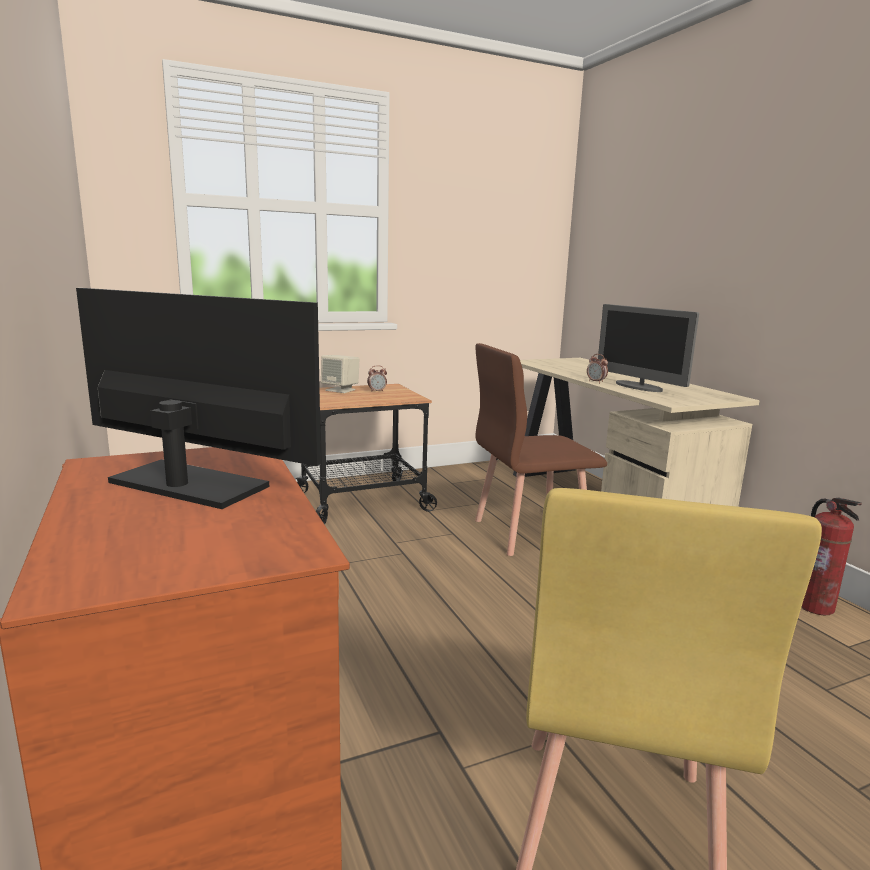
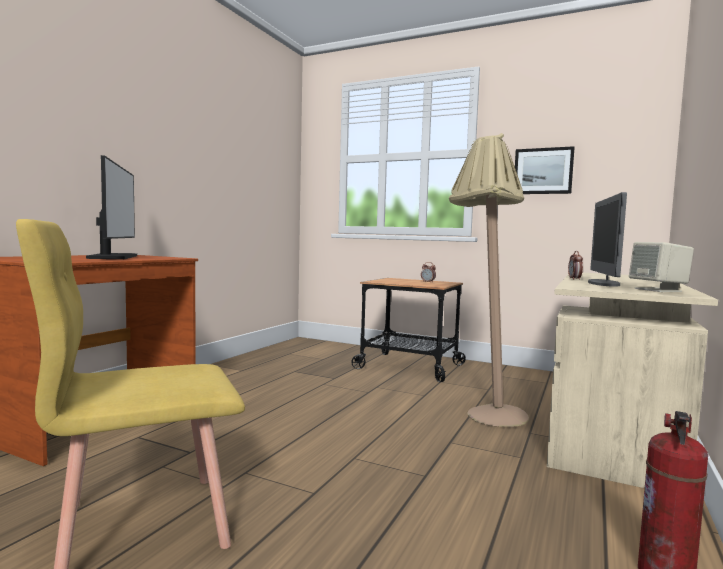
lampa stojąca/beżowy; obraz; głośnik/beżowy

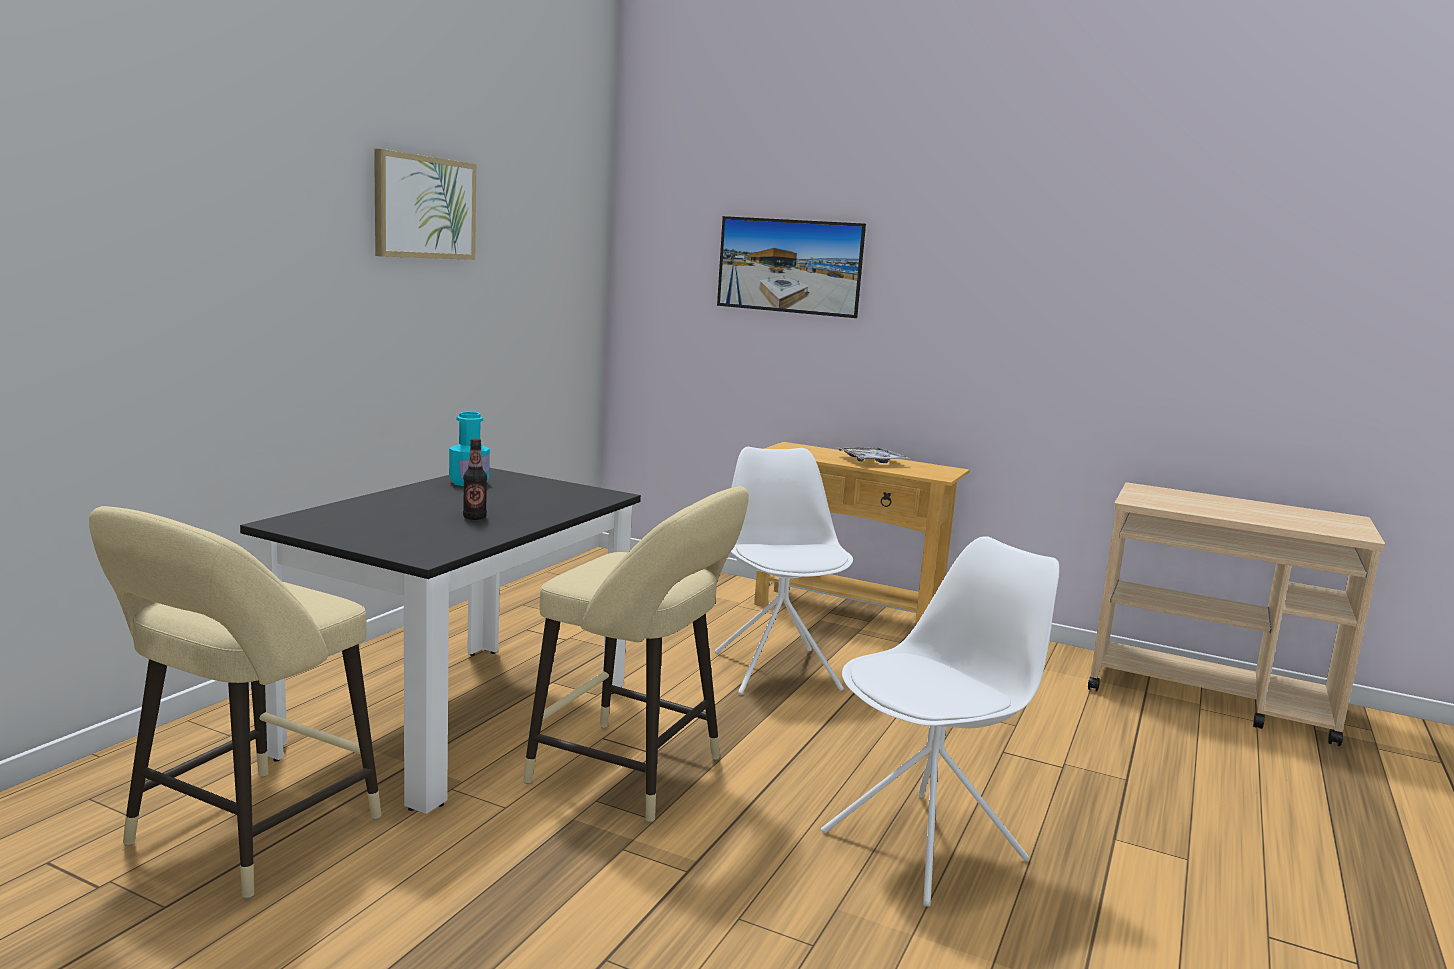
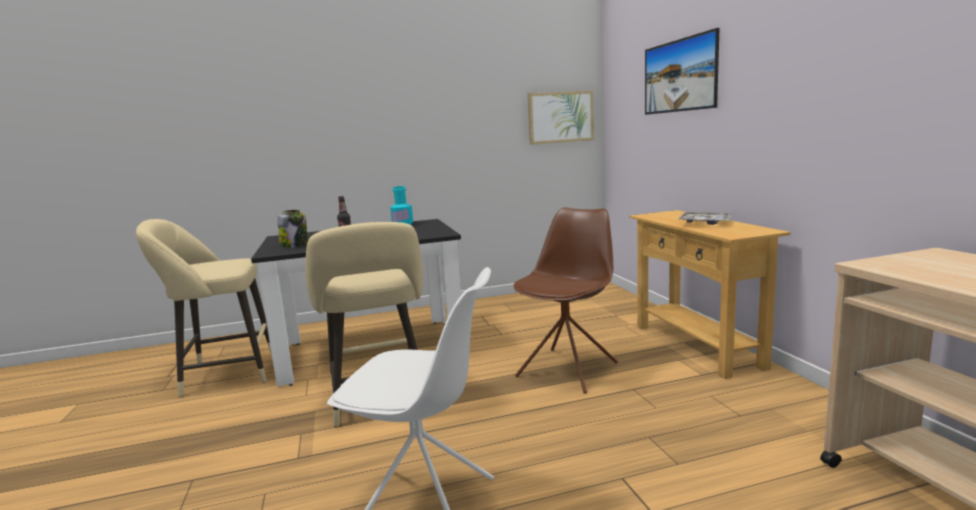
słoik; krzesło/brązowy; obraz (no. 1 from left)

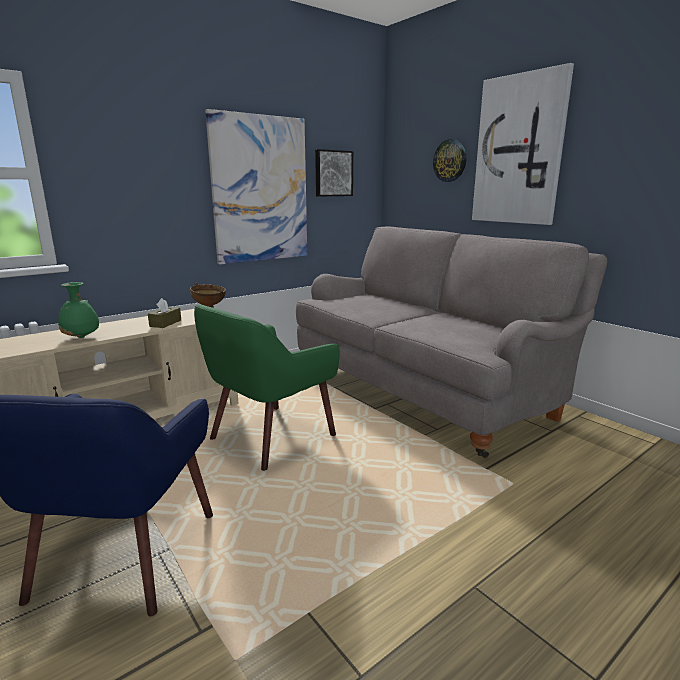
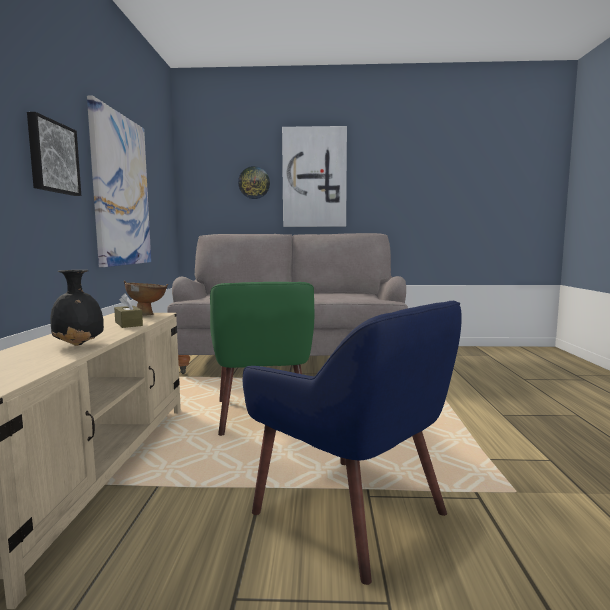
obraz (no. 1 from left); wazon/czarny

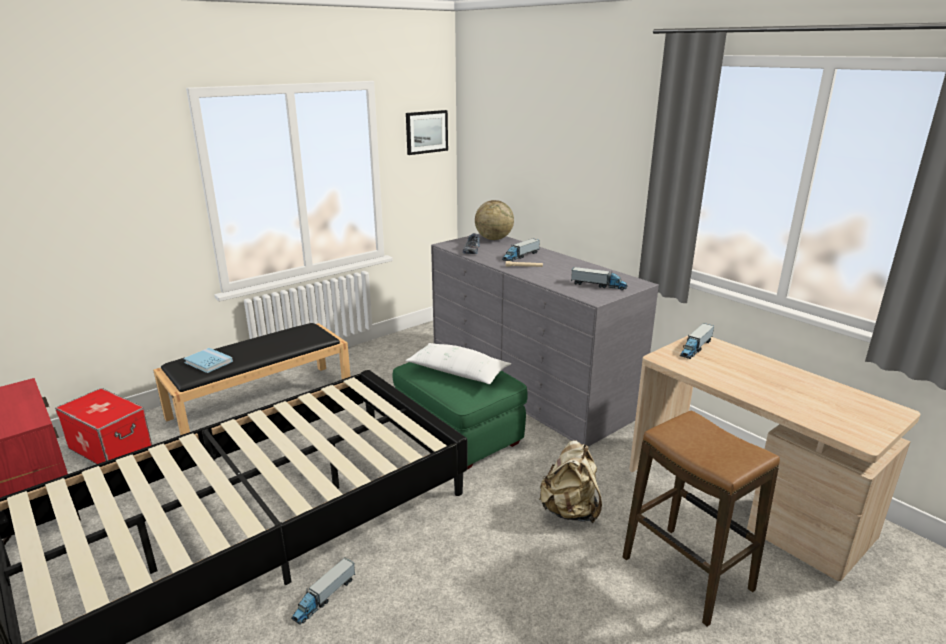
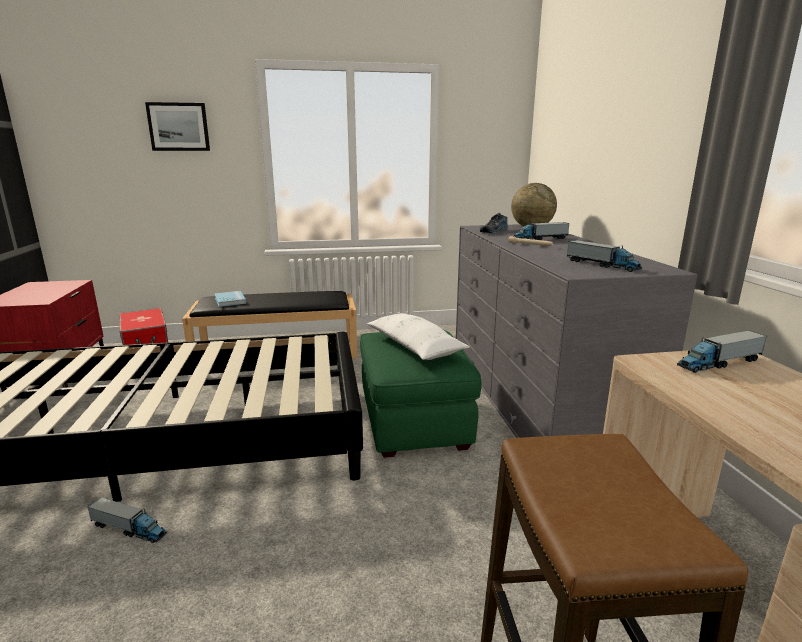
ciężarówka zabawkowa (no. 1 from left); obraz; plecak/beżowy

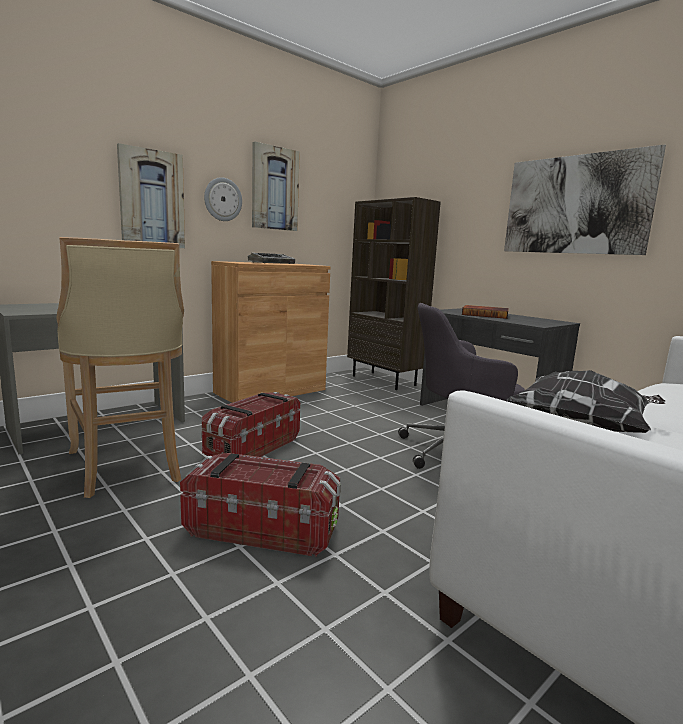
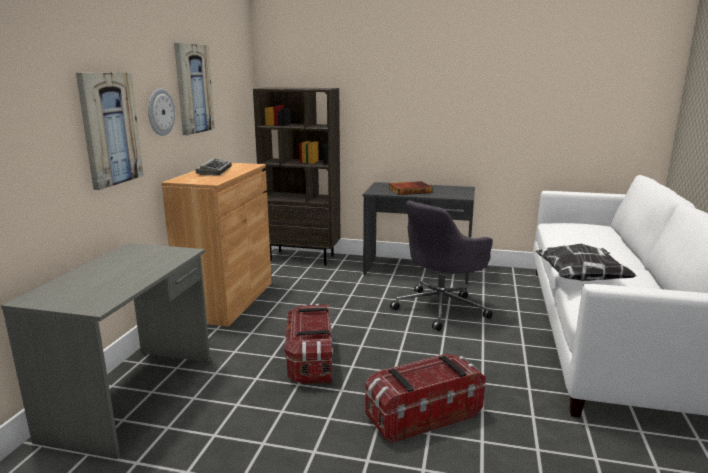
stołek/beżowy; obraz (no. 3 from left in the first image)

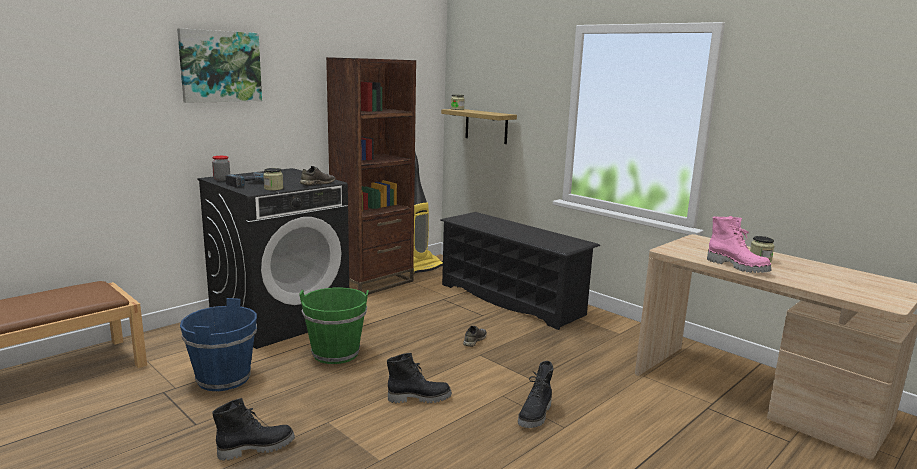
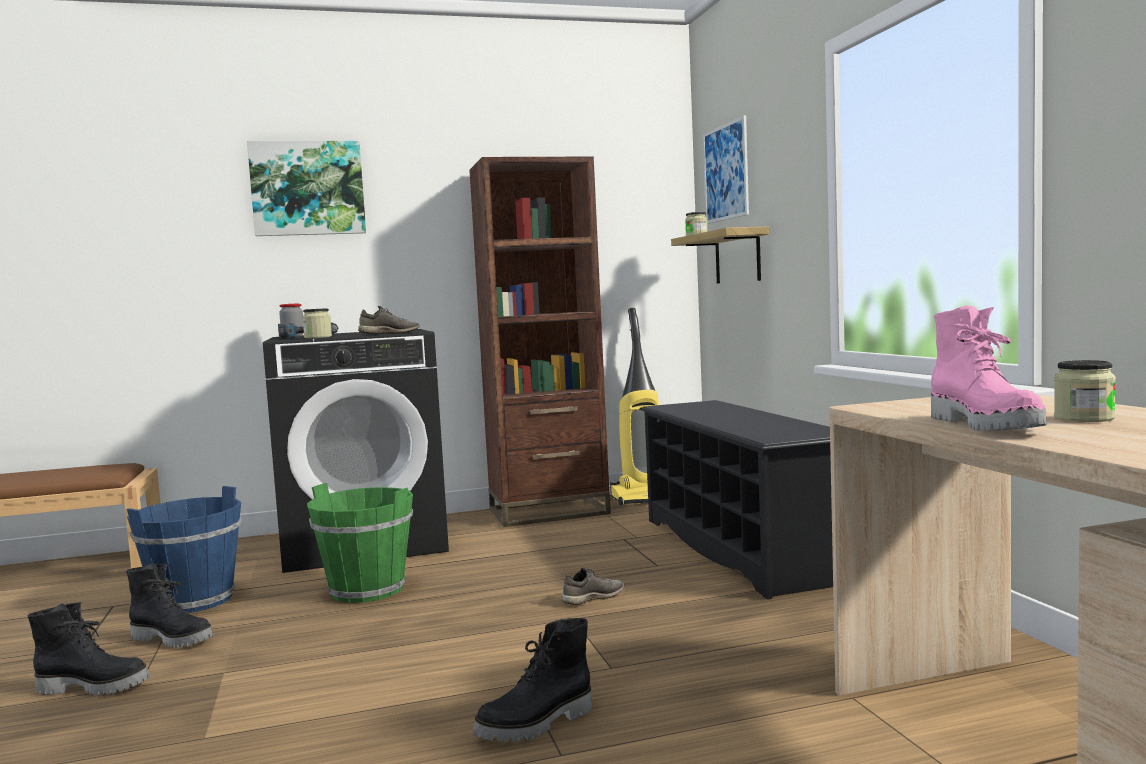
but z cholewką/czarny (no. 2 from left); obraz (no. 2 from left)

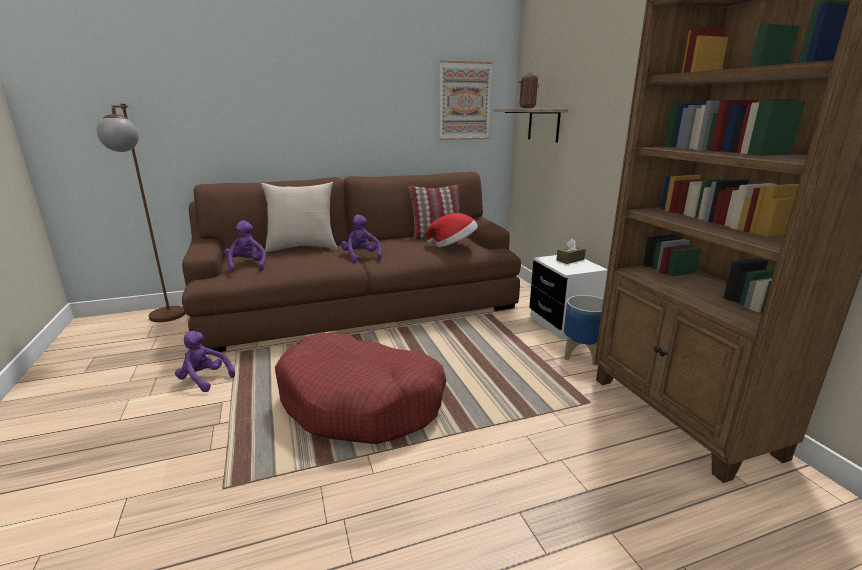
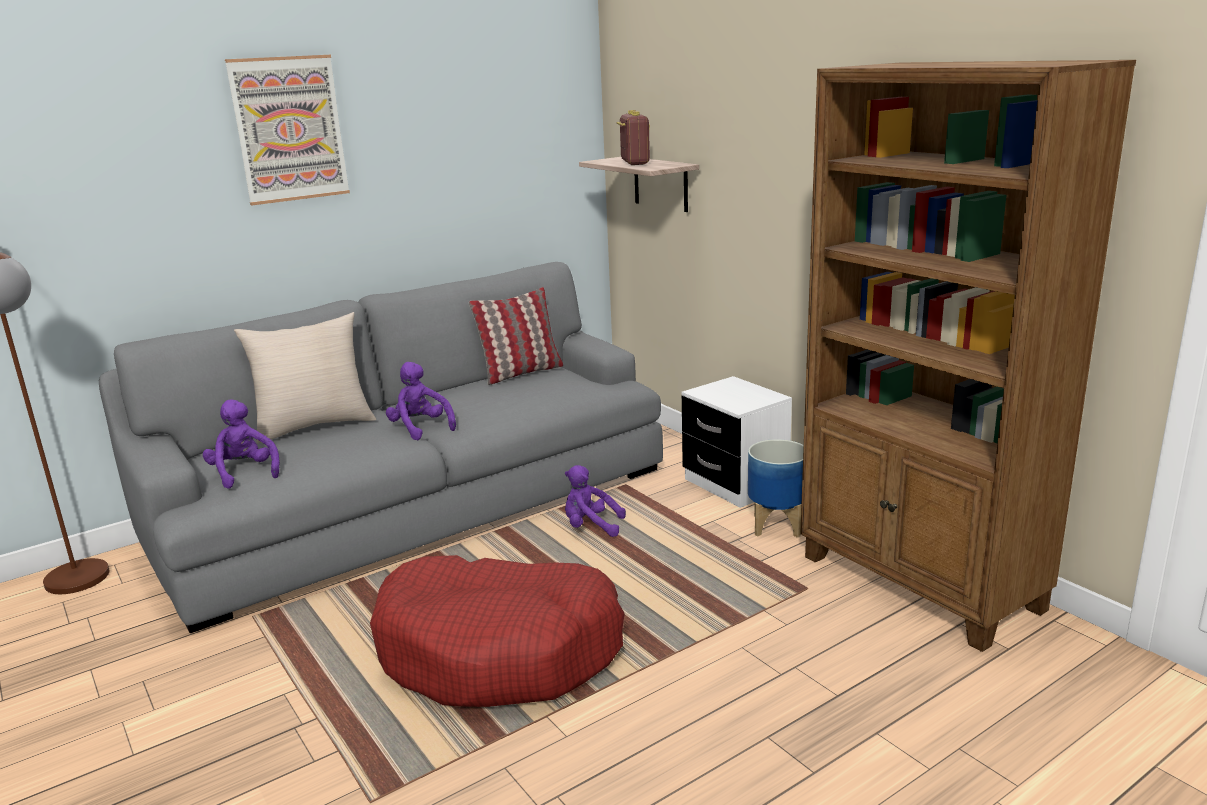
kanapa/szary; obraz; pluszak/fioletowy (no. 3 from left); kapelusz; pudełko chusteczek/brązowy

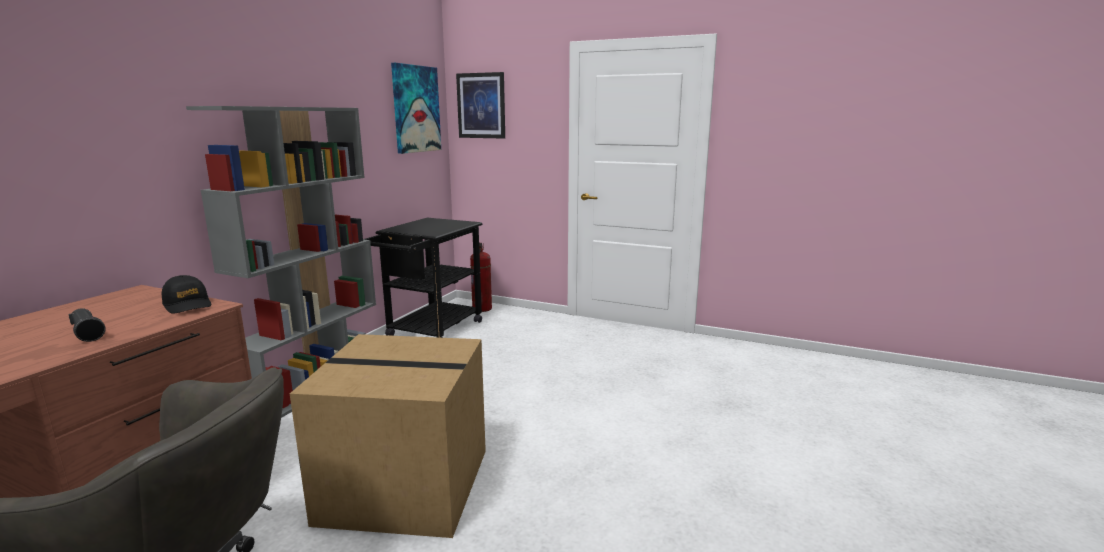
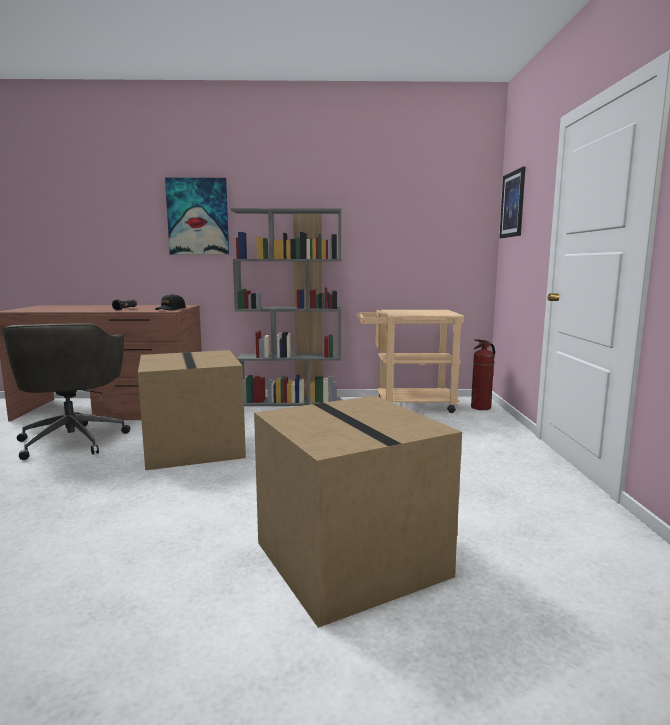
obraz (no. 1 from left); karton (no. 2 from left); wózek/beżowy

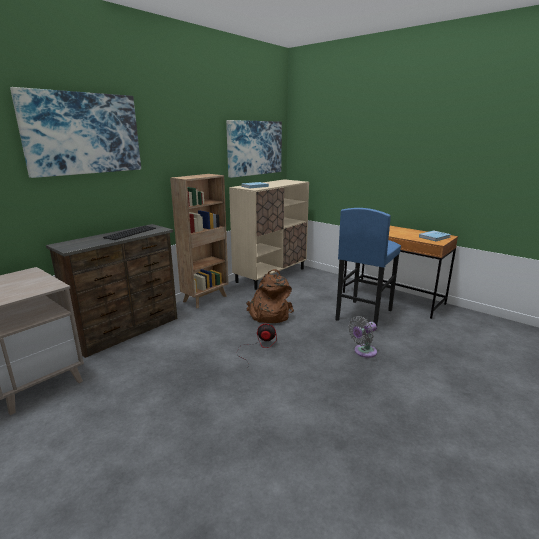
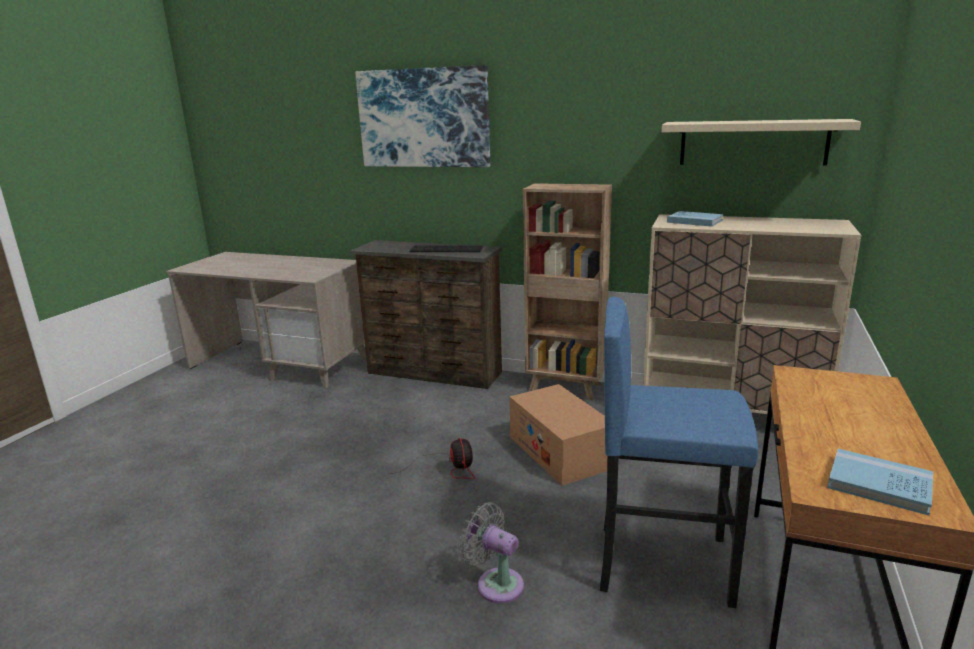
karton; półka/beżowy

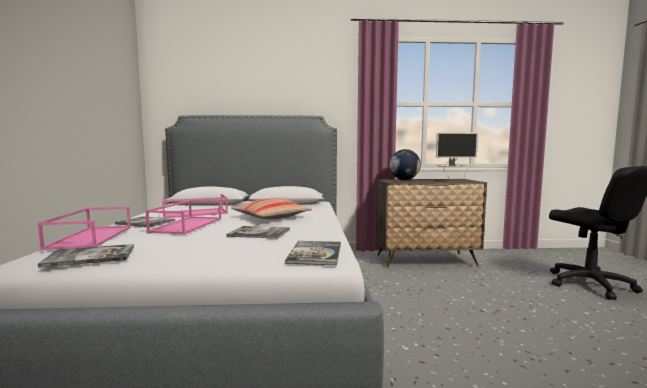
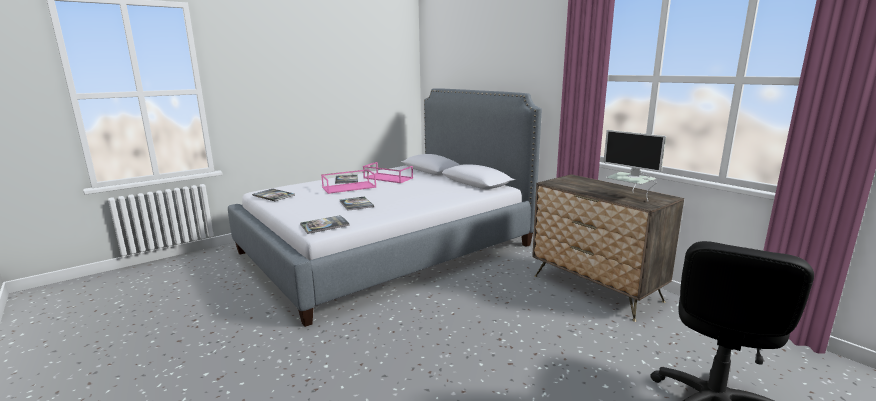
taca/różowy (no. 1 from left in the first image); poduszka; globus

